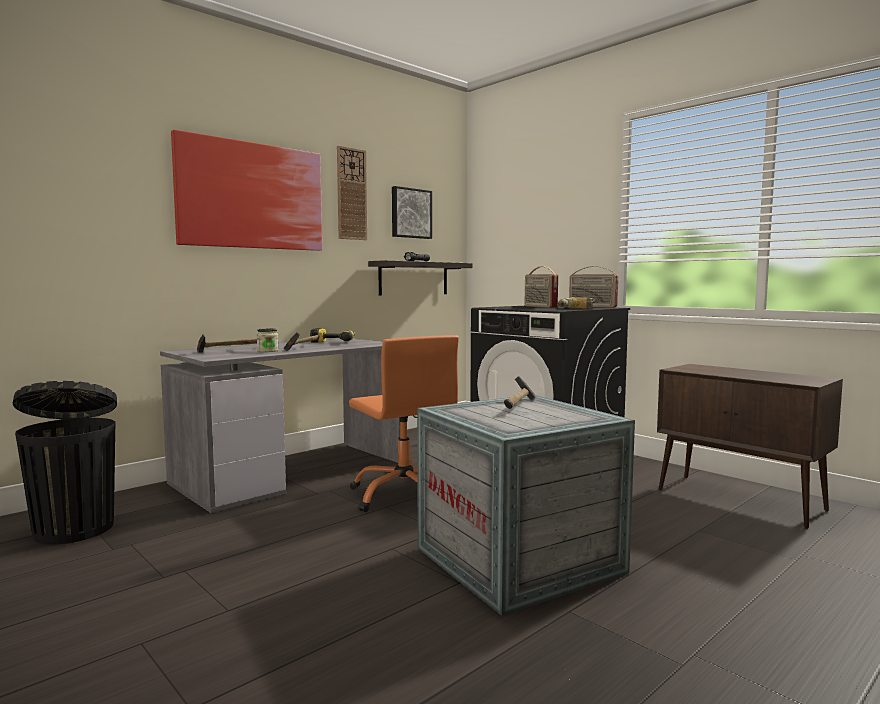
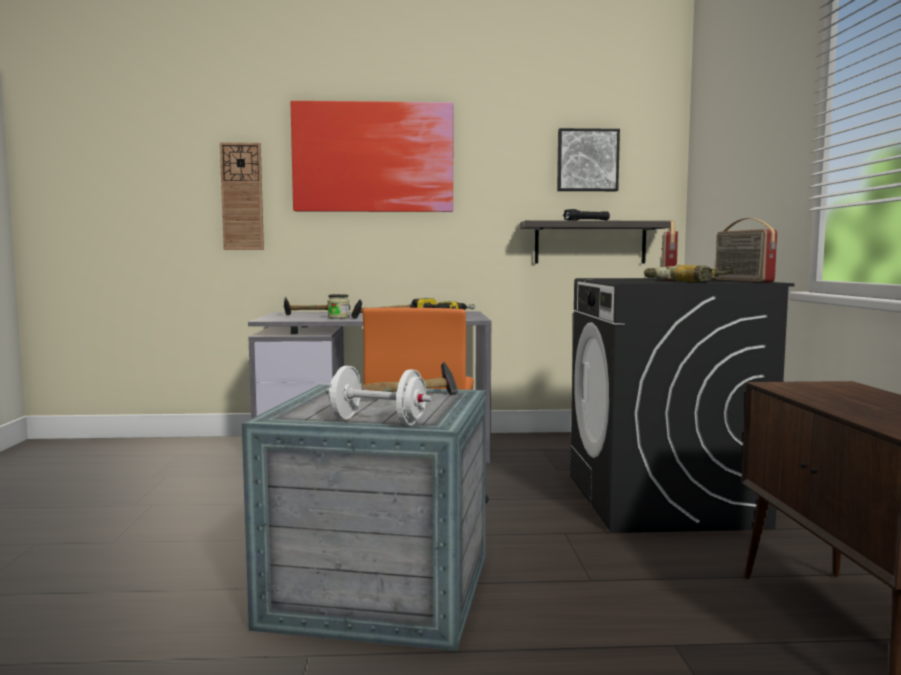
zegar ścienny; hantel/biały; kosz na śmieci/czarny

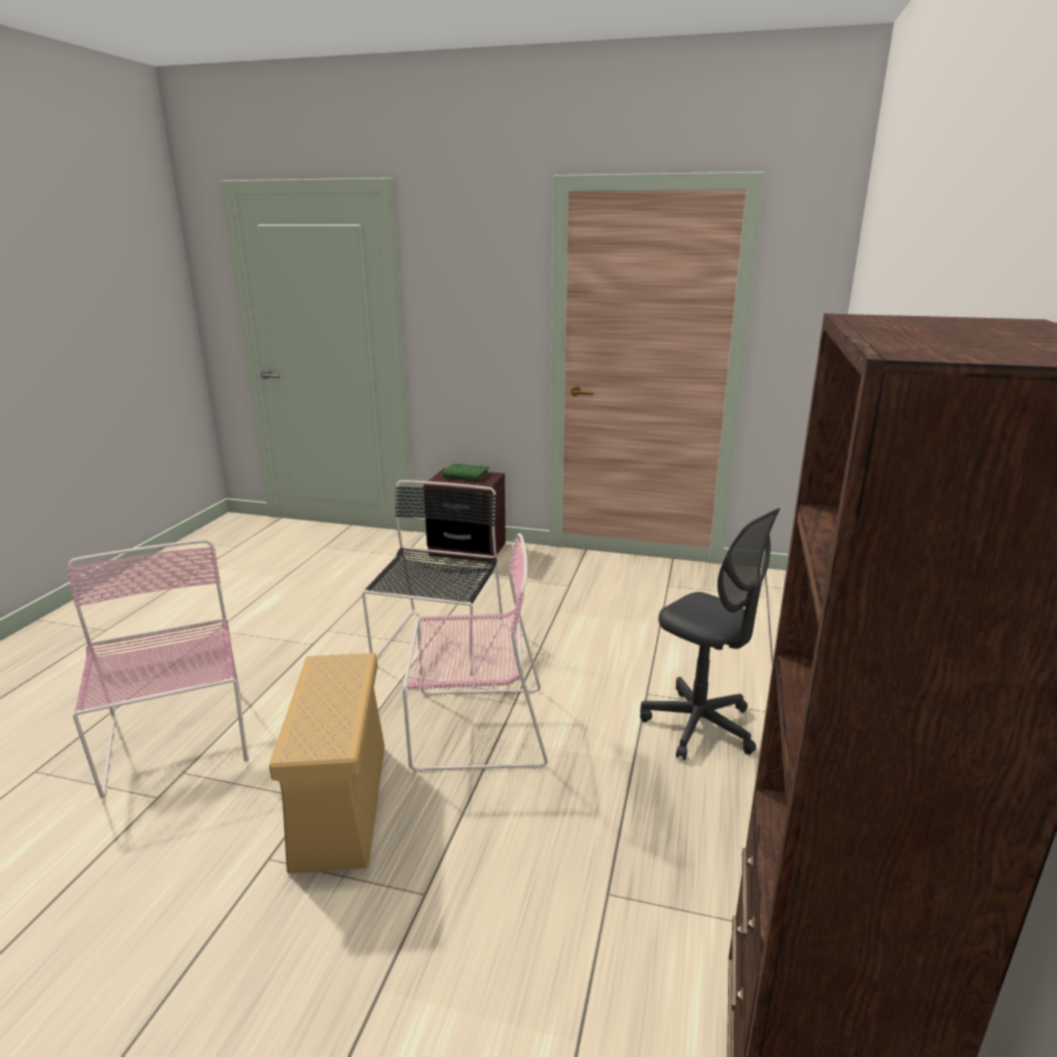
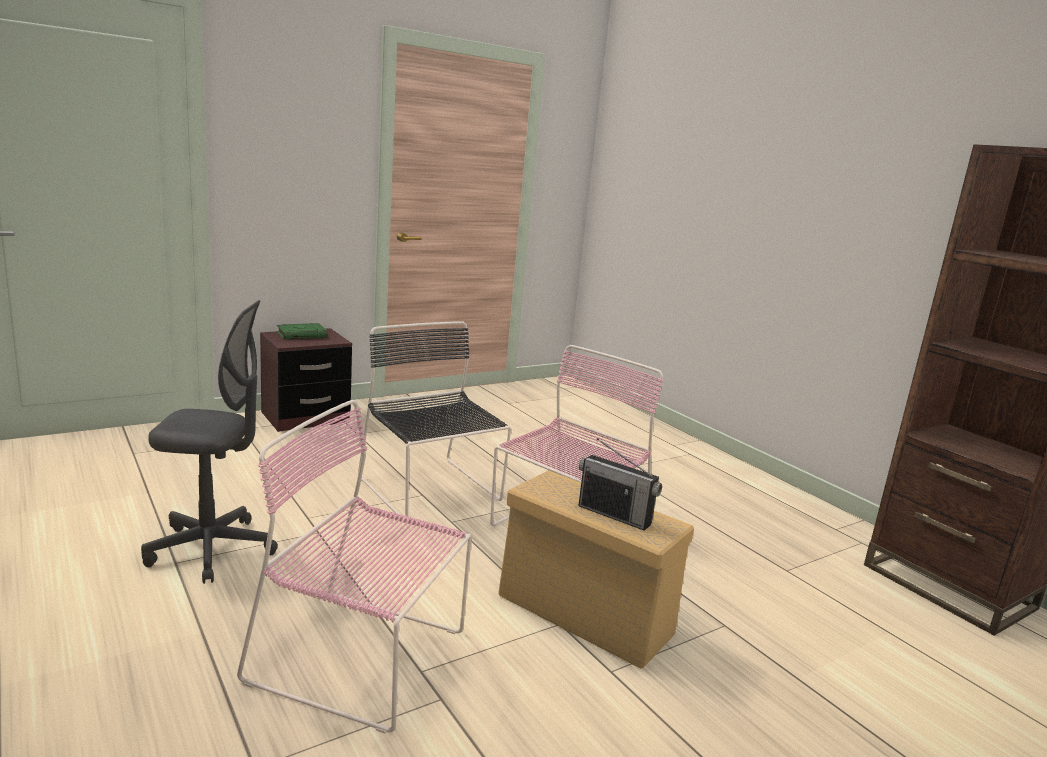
krzesło biurowe/szary; radio

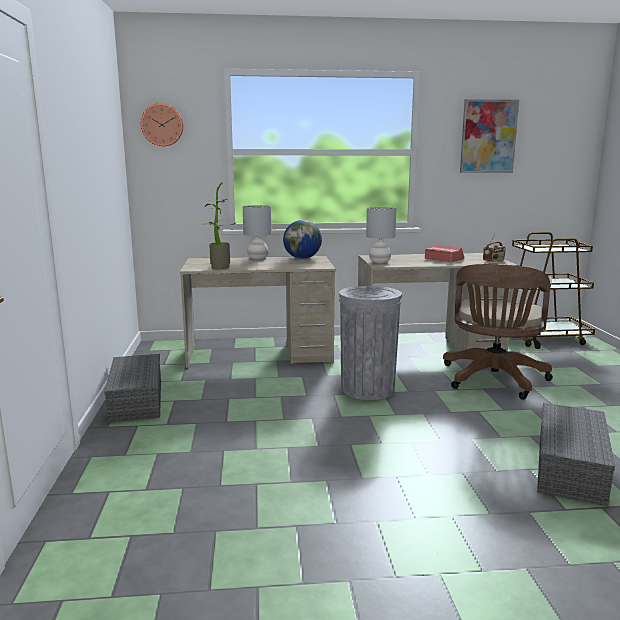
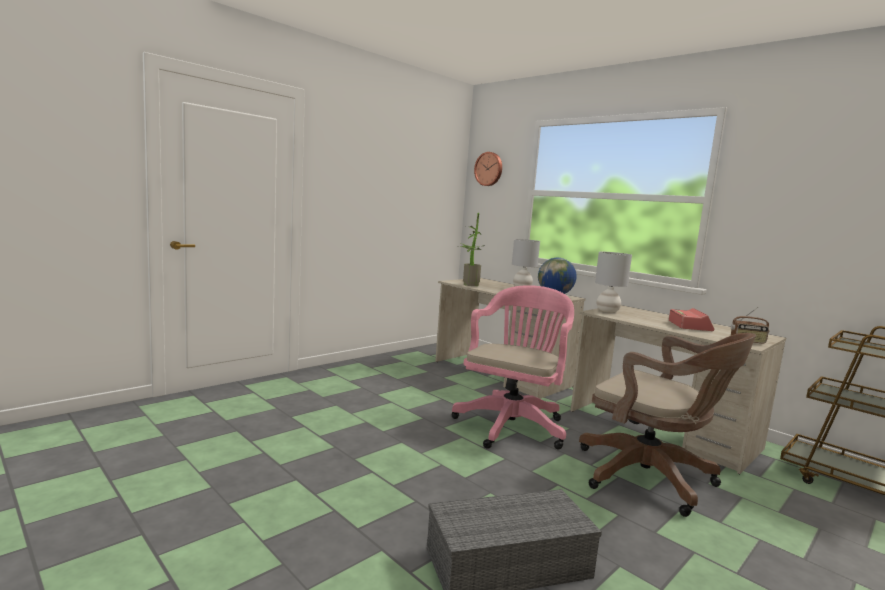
krzesło biurowe/różowy; krzesło biurowe/brązowy; pojemnik do przechowywania/szary (no. 1 from left in the first image); obraz

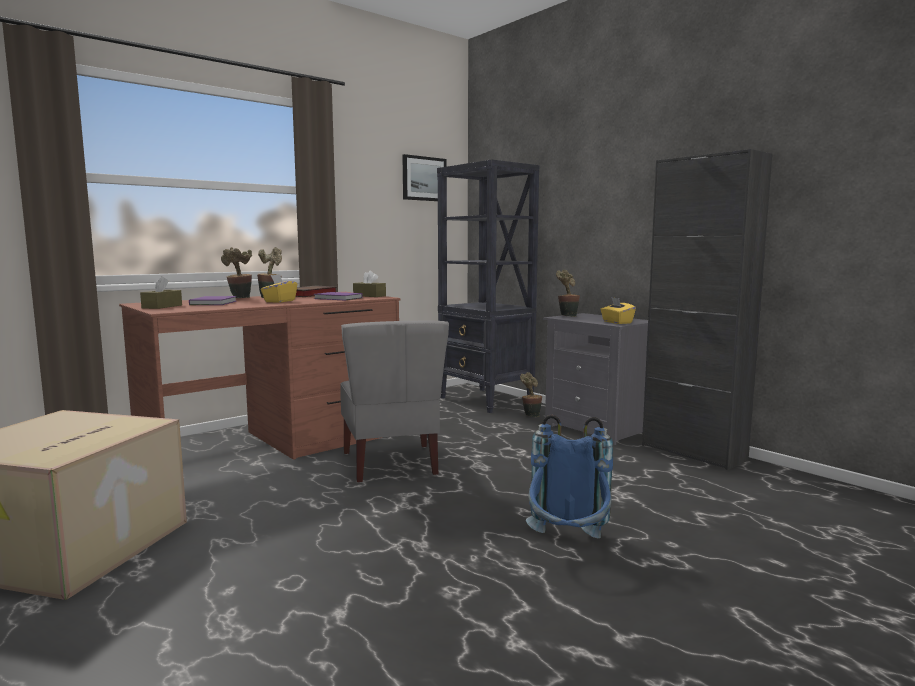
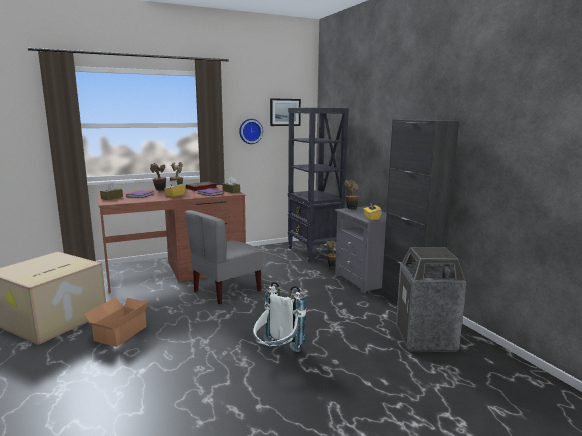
karton (no. 2 from left); krzesło/szary; zegar ścienny; plecak/biały; kosz na śmieci

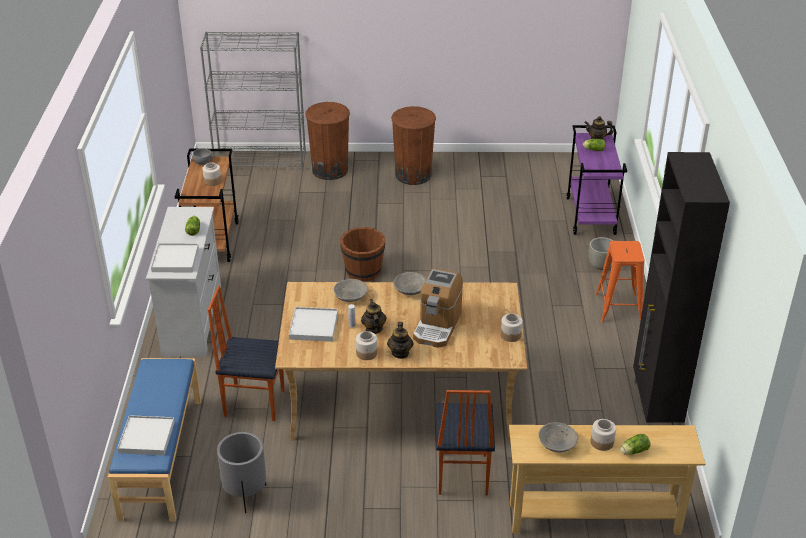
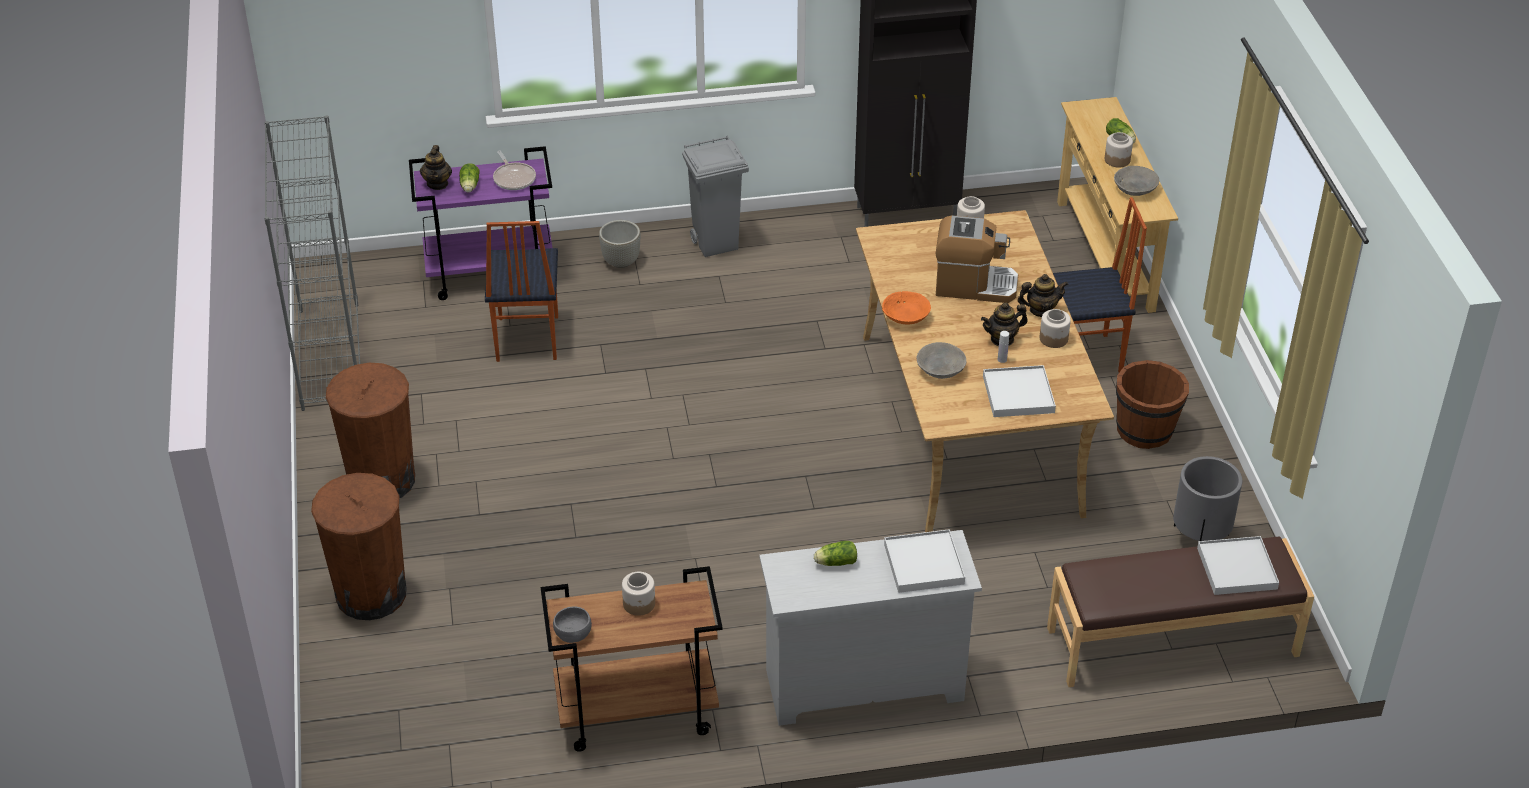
regał/szary; krzesło (no. 1 from left); patelnia; kosz na śmieci/szary; miska/pomarańczowy; ławka/brązowy; wiadro/brązowy

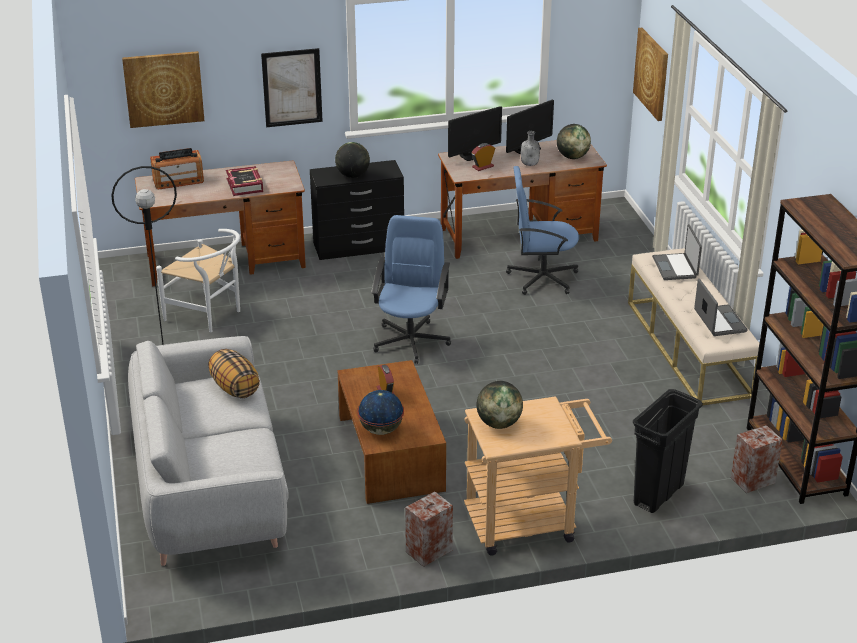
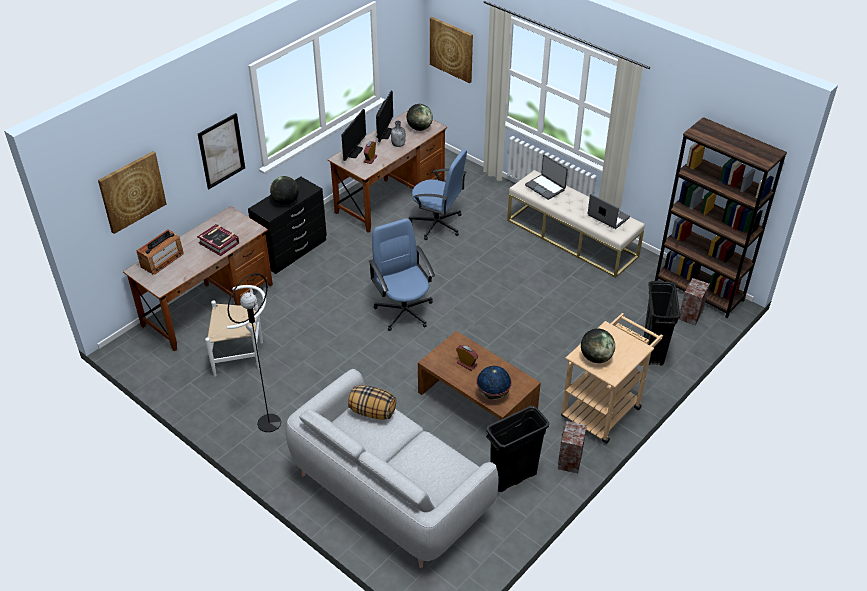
krzesło biurowe/niebieski (no. 2 from left); kosz na śmieci/czarny (no. 1 from left)

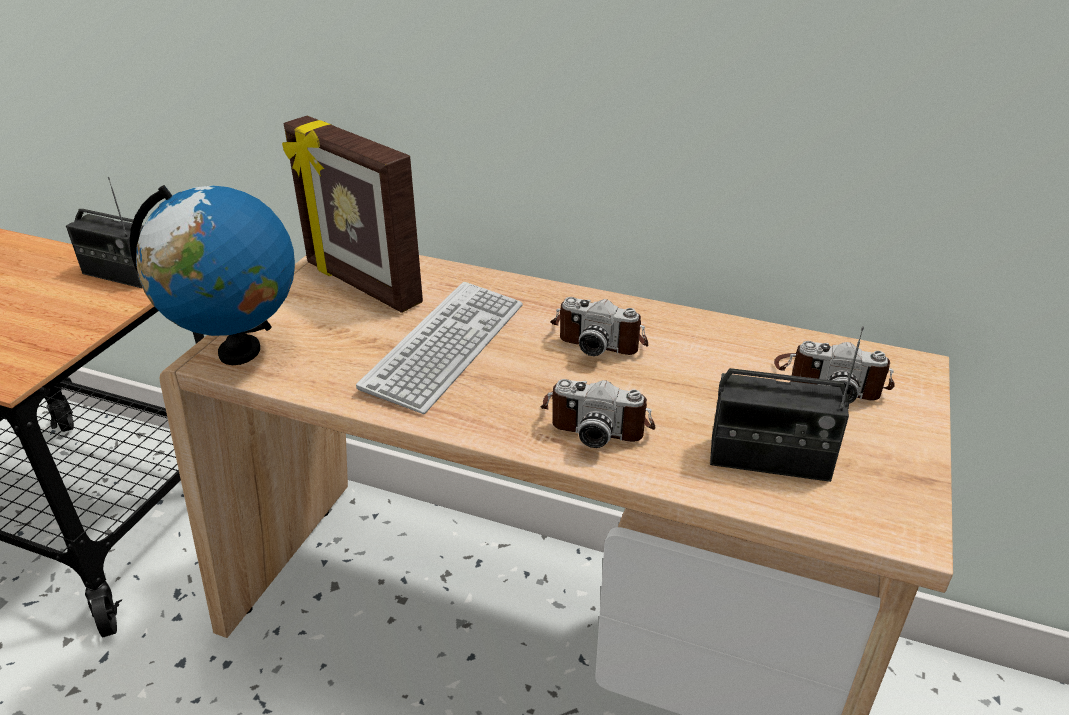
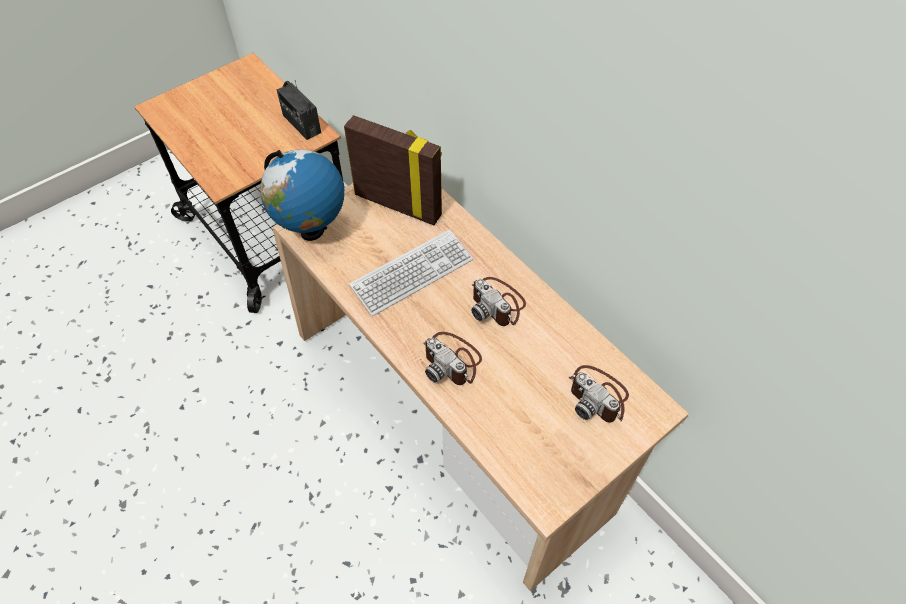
ramka na zdjęcie; radio (no. 2 from left in the first image)

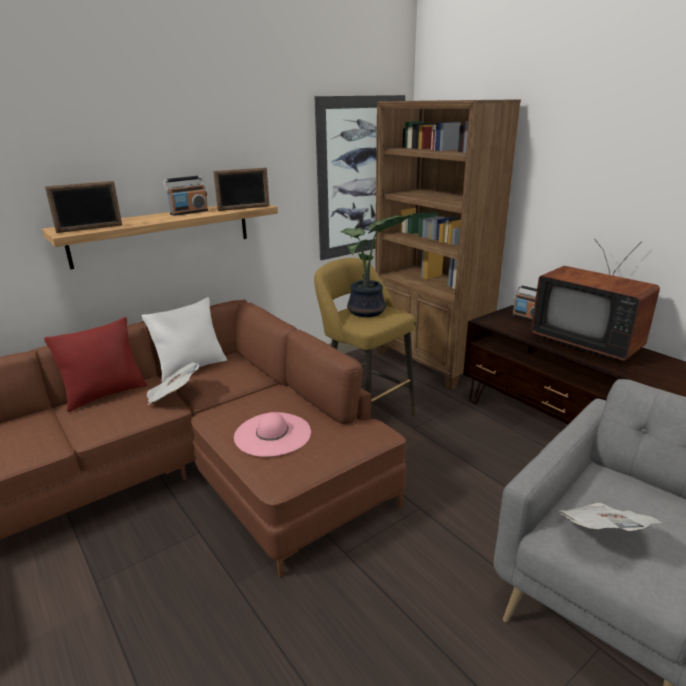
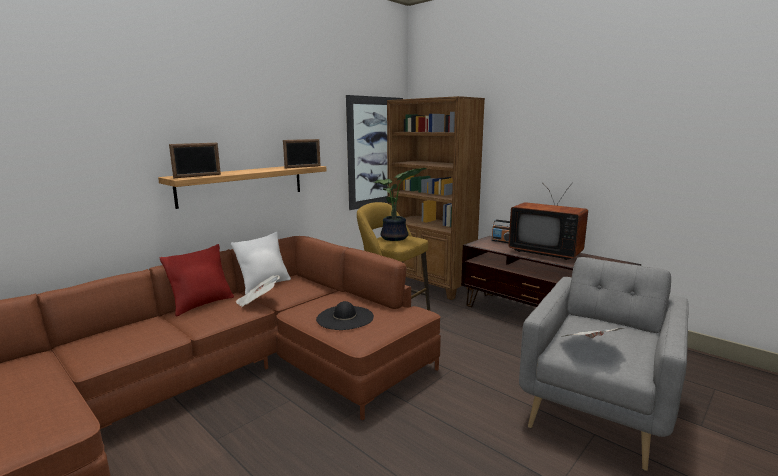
kapelusz/czarny; radio (no. 1 from left in the first image)

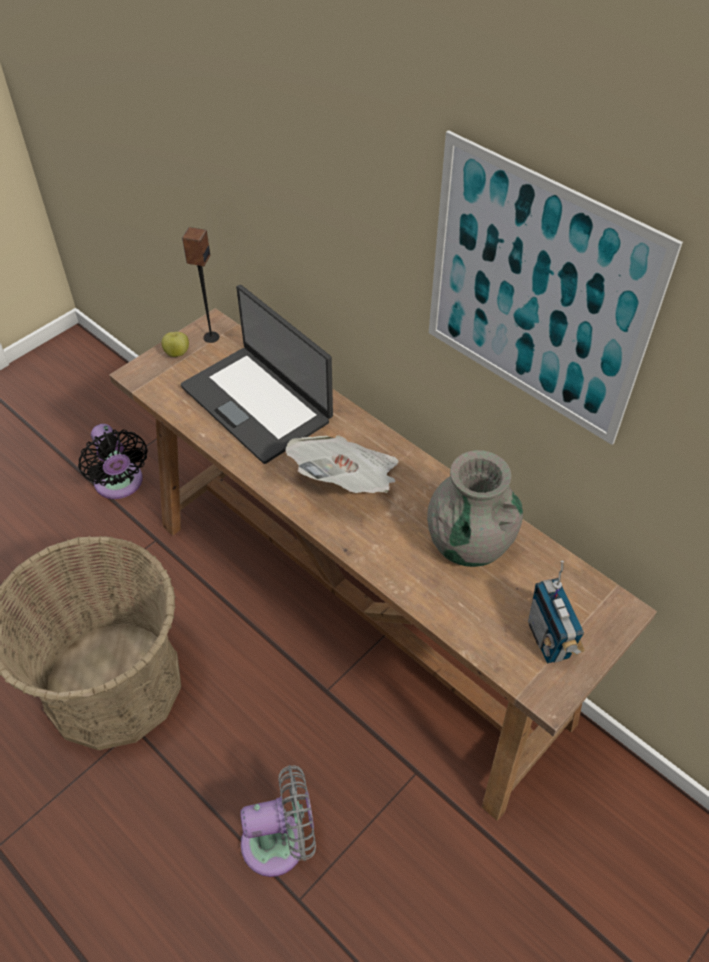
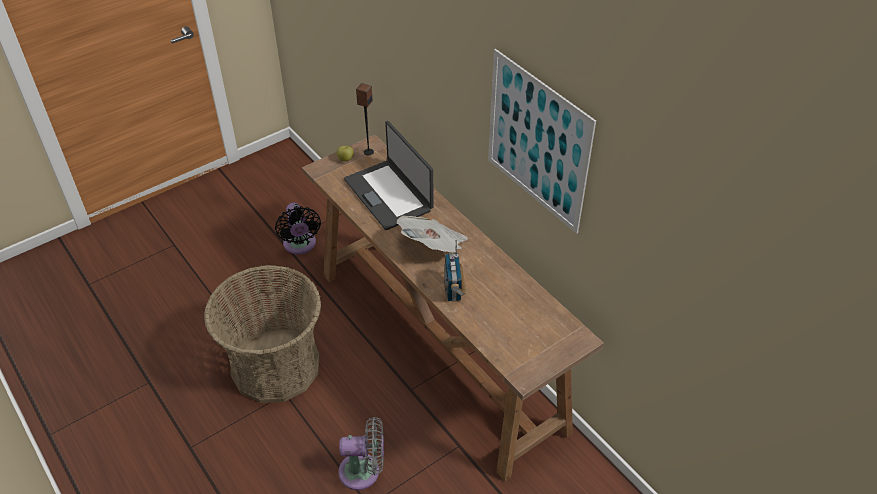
radio; wazon/szary

